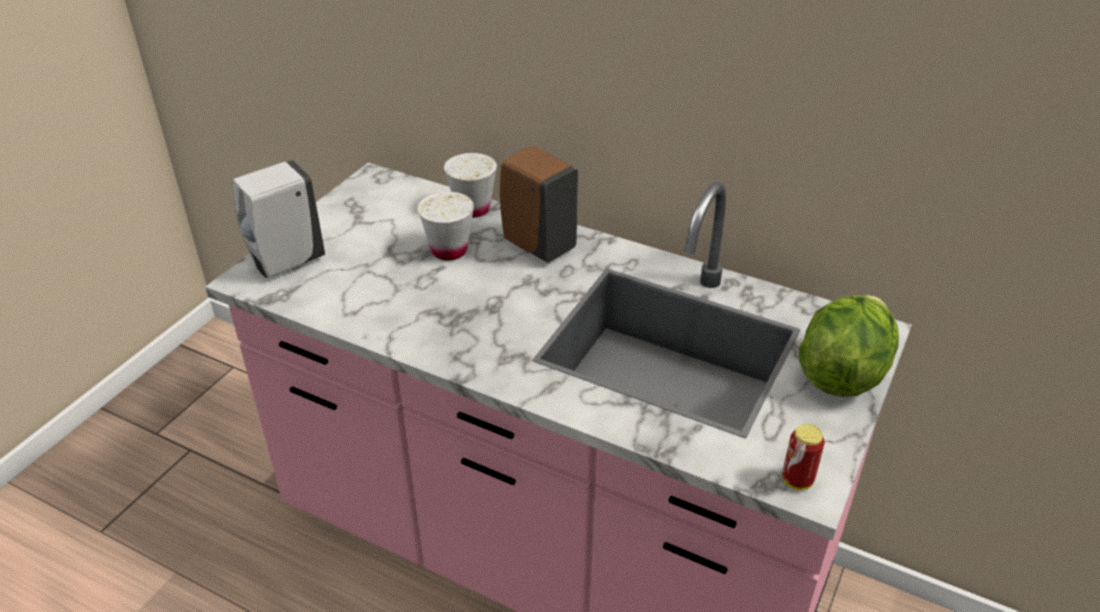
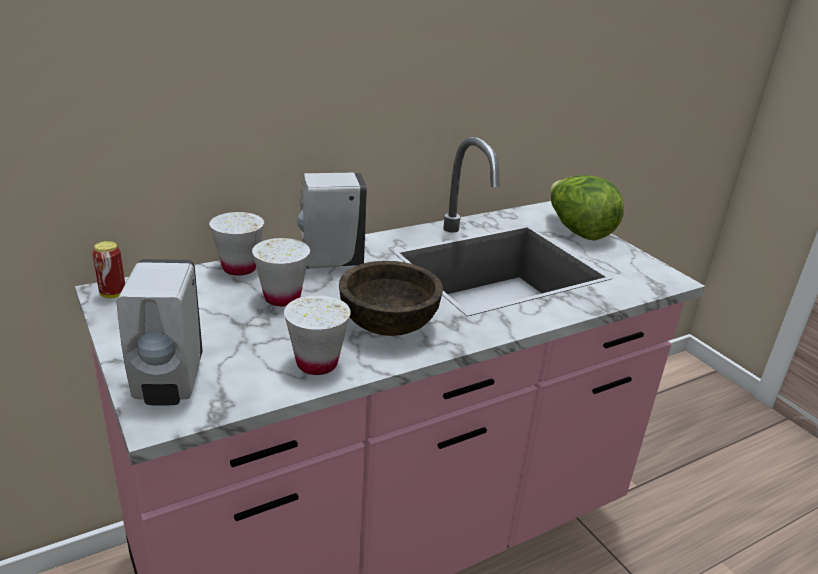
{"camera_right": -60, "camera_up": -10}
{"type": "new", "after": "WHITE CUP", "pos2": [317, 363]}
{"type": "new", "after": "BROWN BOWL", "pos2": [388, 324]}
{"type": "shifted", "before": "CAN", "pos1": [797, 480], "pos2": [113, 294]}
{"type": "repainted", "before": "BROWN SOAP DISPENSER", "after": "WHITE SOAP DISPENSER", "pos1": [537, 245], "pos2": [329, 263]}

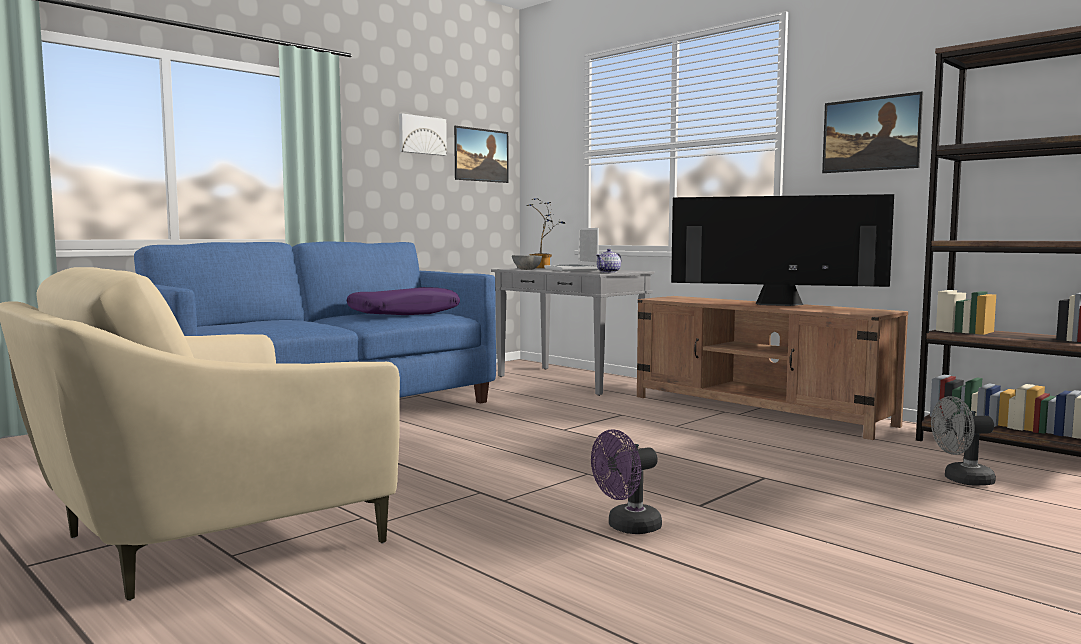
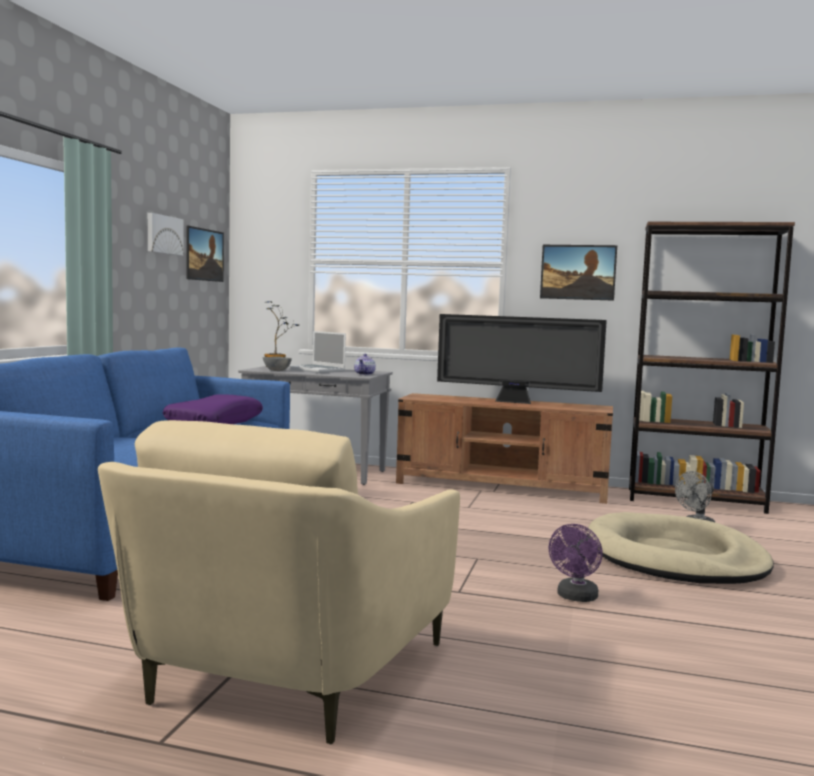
{"camera_right": -30, "camera_up": 0}
{"type": "new", "after": "BEIGE DOG BED", "pos2": [674, 557]}
{"type": "rotated", "before": "TELEVISION", "pos1": [775, 304], "pos2": [516, 402], "turn": -150}

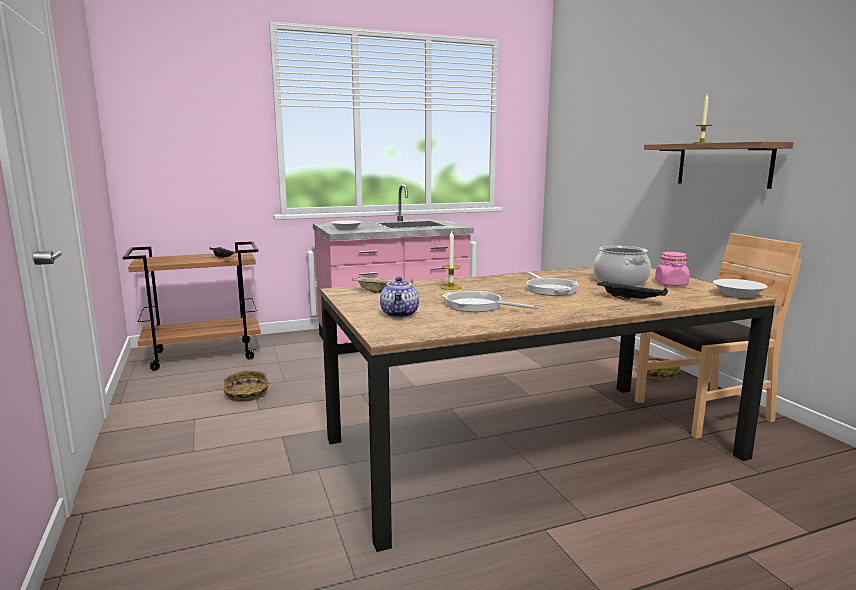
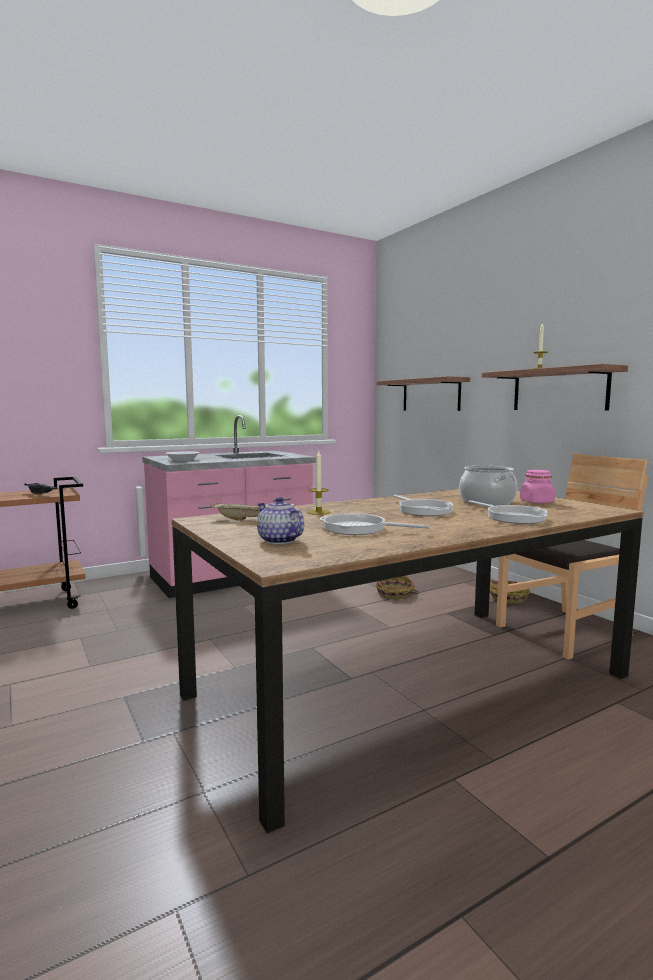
{"camera_right": -10, "camera_up": -5}
{"type": "gone", "before": "WHITE BOWL", "pos1": [738, 294]}
{"type": "new", "after": "SHELF", "pos2": [430, 395]}
{"type": "shifted", "before": "BASKET", "pos1": [247, 394], "pos2": [395, 594]}
{"type": "swapped", "before": "BLACK TRAY", "after": "FRYING PAN", "pos1": [632, 300], "pos2": [513, 517]}
{"type": "rotated", "before": "TEAPOT", "pos1": [400, 314], "pos2": [278, 541], "turn": 150}

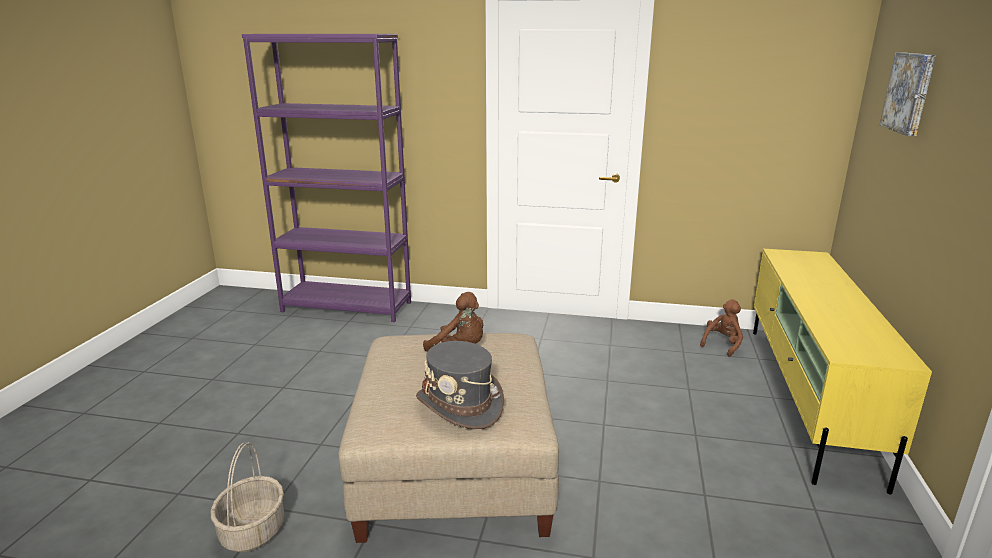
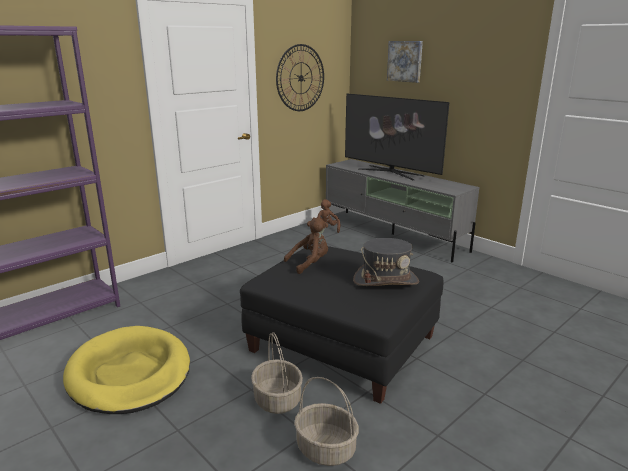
{"camera_right": -55, "camera_up": 0}
{"type": "new", "after": "YELLOW DOG BED", "pos2": [129, 373]}
{"type": "new", "after": "BASKET", "pos2": [278, 400]}
{"type": "new", "after": "WALL CLOCK", "pos2": [300, 78]}
{"type": "new", "after": "TELEVISION", "pos2": [390, 172]}
{"type": "repainted", "before": "BEIGE OTTOMAN", "after": "BLACK OTTOMAN", "pos1": [455, 467], "pos2": [343, 343]}
{"type": "repainted", "before": "YELLOW TV STAND", "after": "GREY TV STAND", "pos1": [807, 397], "pos2": [393, 234]}

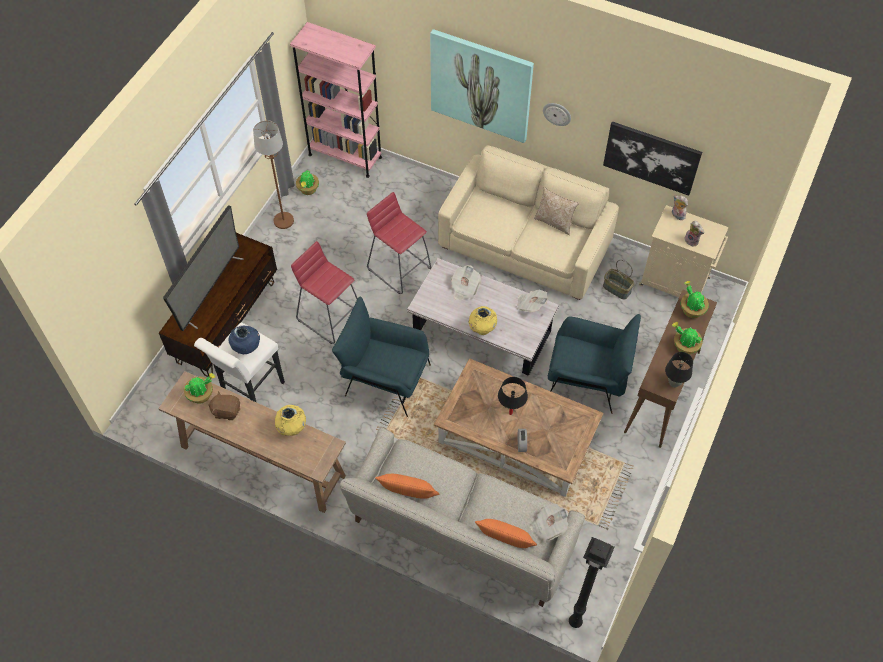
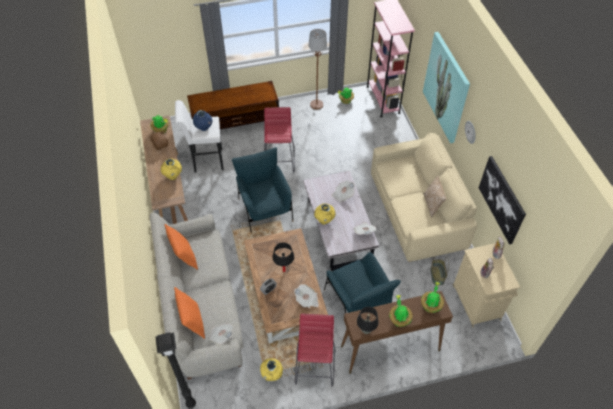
{"camera_right": 50, "camera_up": -5}
{"type": "gone", "before": "TELEVISION", "pos1": [210, 290]}
{"type": "new", "after": "YELLOW VASE", "pos2": [271, 374]}
{"type": "new", "after": "NEWSPAPER", "pos2": [307, 300]}
{"type": "shifted", "before": "RED STOOL", "pos1": [399, 268], "pos2": [315, 365]}

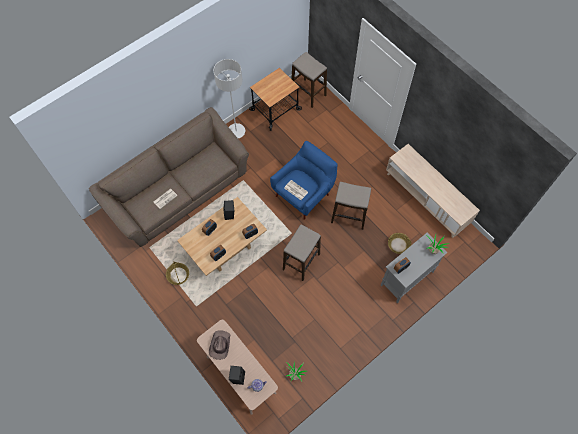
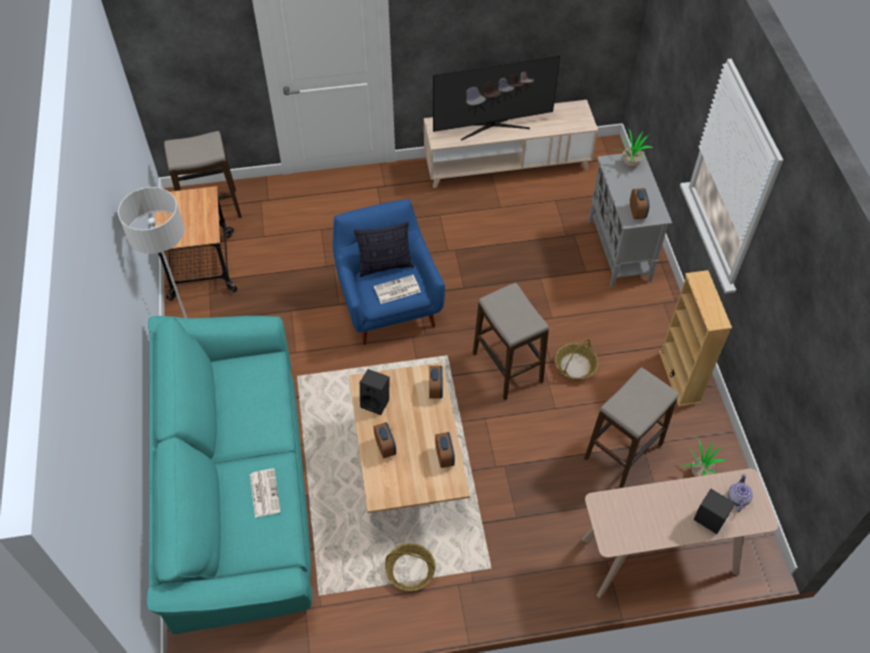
{"camera_right": -60, "camera_up": -10}
{"type": "gone", "before": "BROWN HAT", "pos1": [220, 345]}
{"type": "new", "after": "PILLOW", "pos2": [385, 266]}
{"type": "new", "after": "TELEVISION", "pos2": [492, 126]}
{"type": "new", "after": "BEIGE BOOKCASE", "pos2": [679, 377]}
{"type": "shifted", "before": "STOOL", "pos1": [349, 216], "pos2": [623, 452]}
{"type": "shifted", "before": "BASKET", "pos1": [398, 245], "pos2": [575, 366]}
{"type": "repainted", "before": "BROWN SOFA", "after": "TURQUOISE SOFA", "pos1": [178, 190], "pos2": [237, 488]}

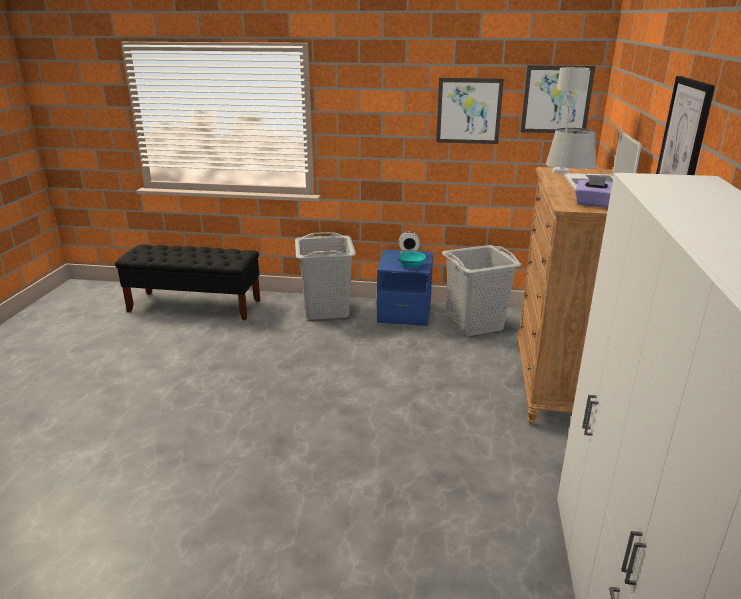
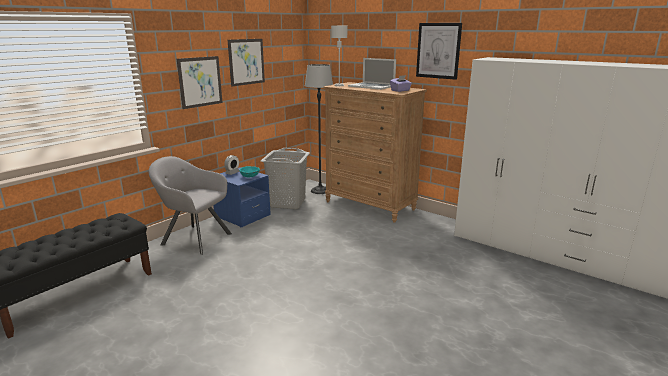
{"camera_right": -60, "camera_up": -5}
{"type": "shifted", "before": "PICTURE", "pos1": [556, 99], "pos2": [200, 82]}
{"type": "swapped", "before": "GREY LAUNDRY BASKET", "after": "GREY ARMCHAIR", "pos1": [327, 310], "pos2": [194, 238]}

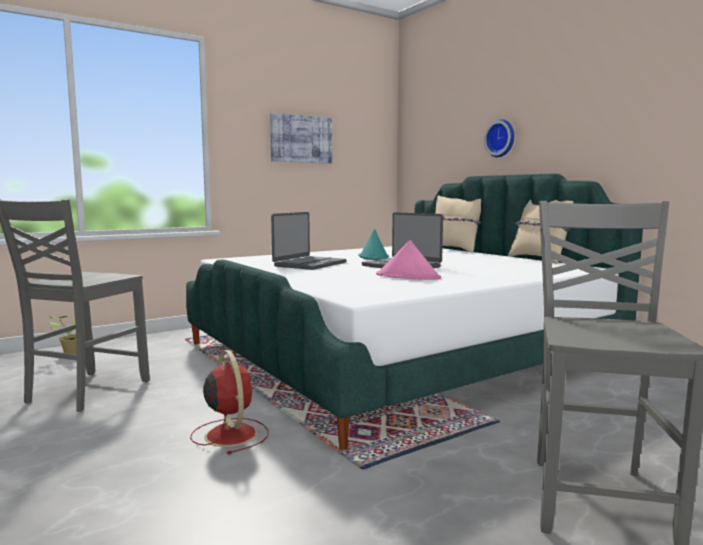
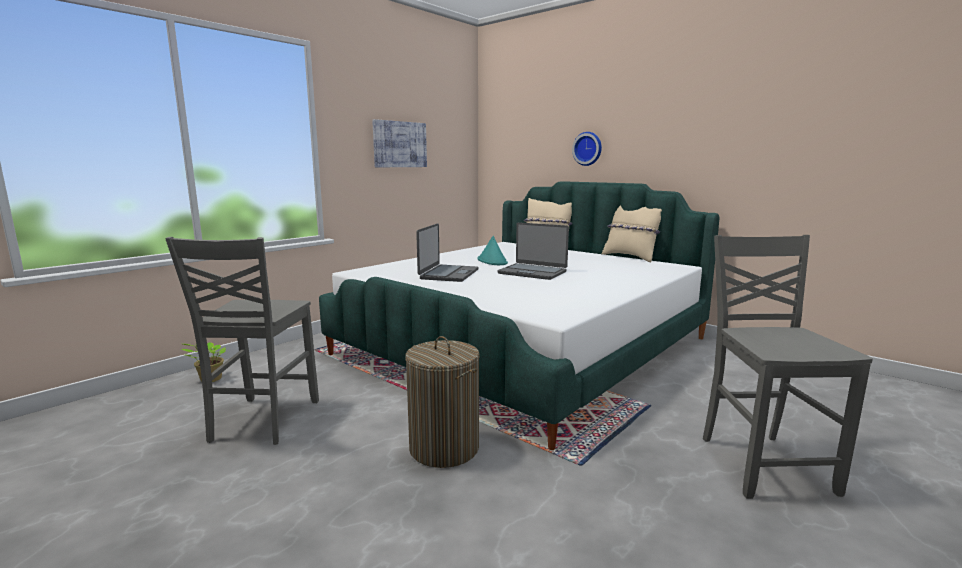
{"camera_right": -15, "camera_up": 5}
{"type": "gone", "before": "PINK HAT", "pos1": [408, 277]}
{"type": "swapped", "before": "RED FAN", "after": "LAUNDRY BASKET", "pos1": [230, 434], "pos2": [444, 448]}

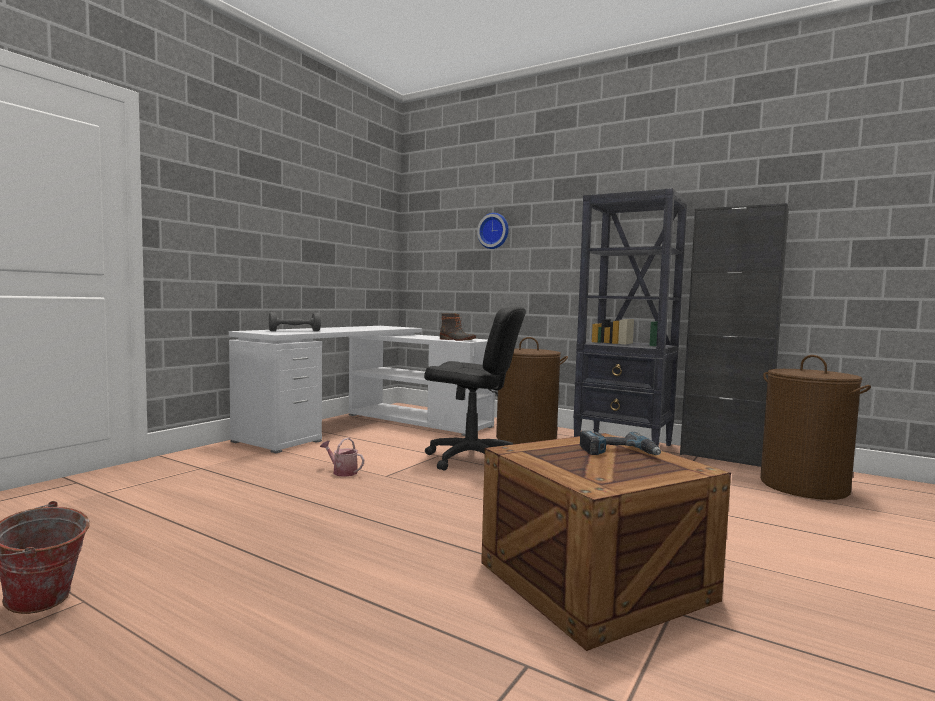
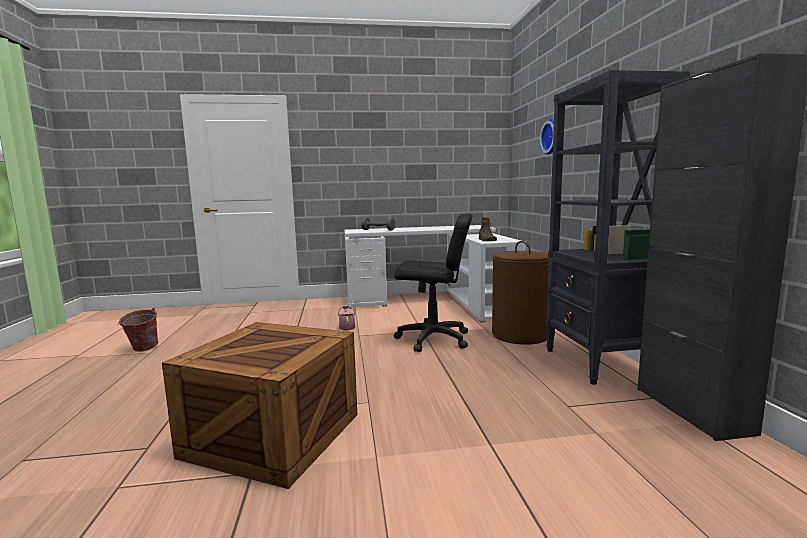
{"camera_right": 50, "camera_up": 5}
{"type": "gone", "before": "POWER DRILL", "pos1": [619, 452]}
{"type": "gone", "before": "BROWN LAUNDRY BASKET", "pos1": [804, 486]}
{"type": "rotated", "before": "BLACK OFFICE CHAIR", "pos1": [471, 459], "pos2": [433, 339], "turn": -60}

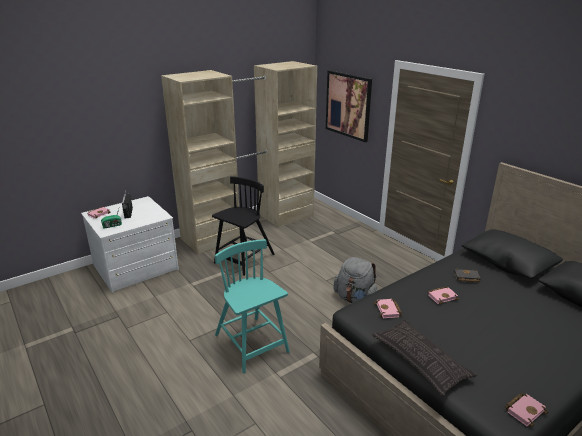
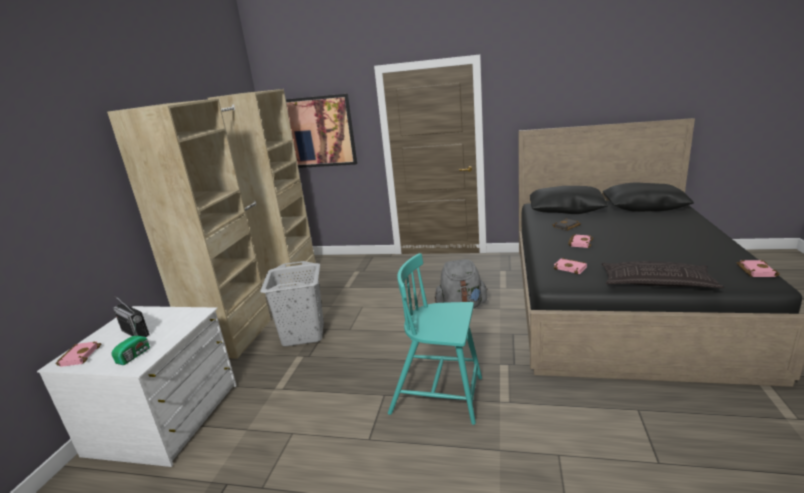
{"camera_right": -40, "camera_up": -5}
{"type": "swapped", "before": "BLACK CHAIR", "after": "GREY LAUNDRY BASKET", "pos1": [244, 259], "pos2": [304, 334]}

